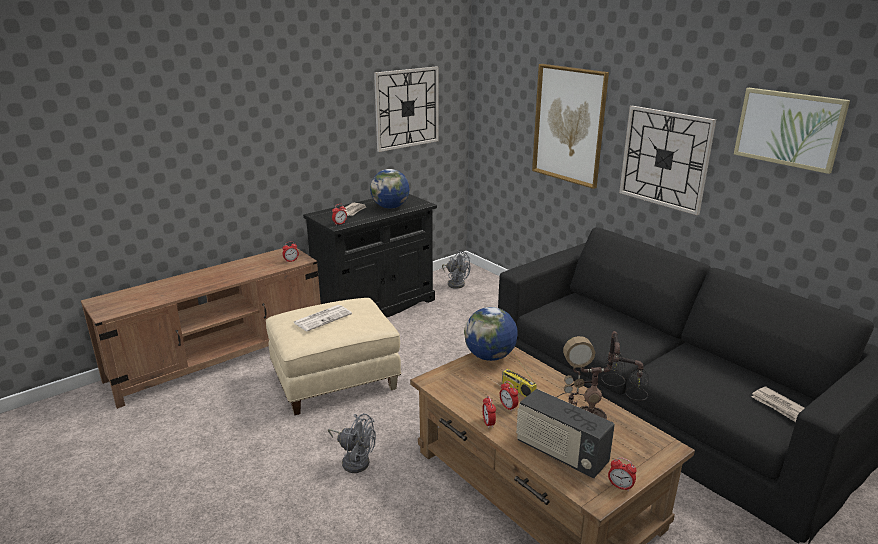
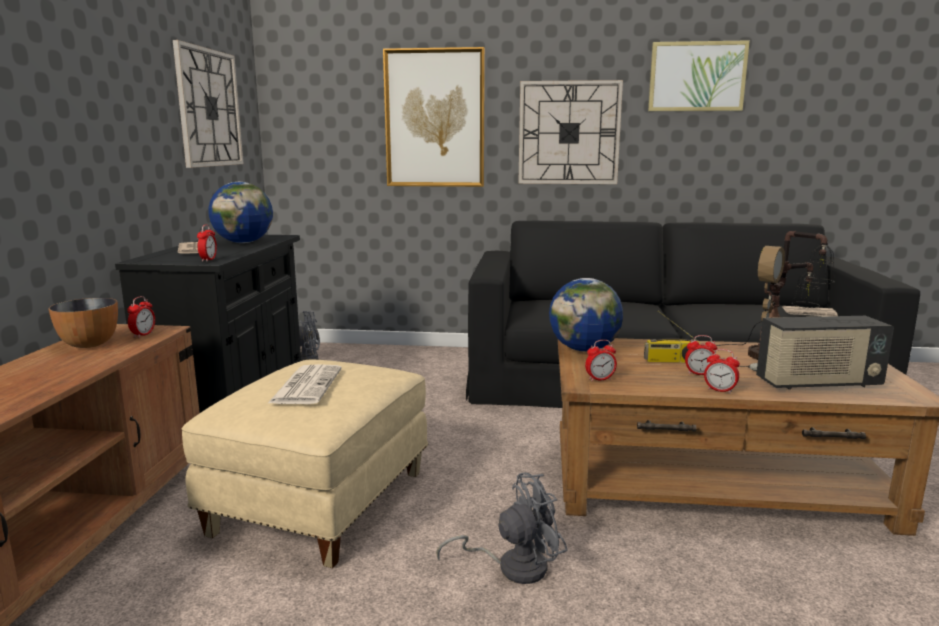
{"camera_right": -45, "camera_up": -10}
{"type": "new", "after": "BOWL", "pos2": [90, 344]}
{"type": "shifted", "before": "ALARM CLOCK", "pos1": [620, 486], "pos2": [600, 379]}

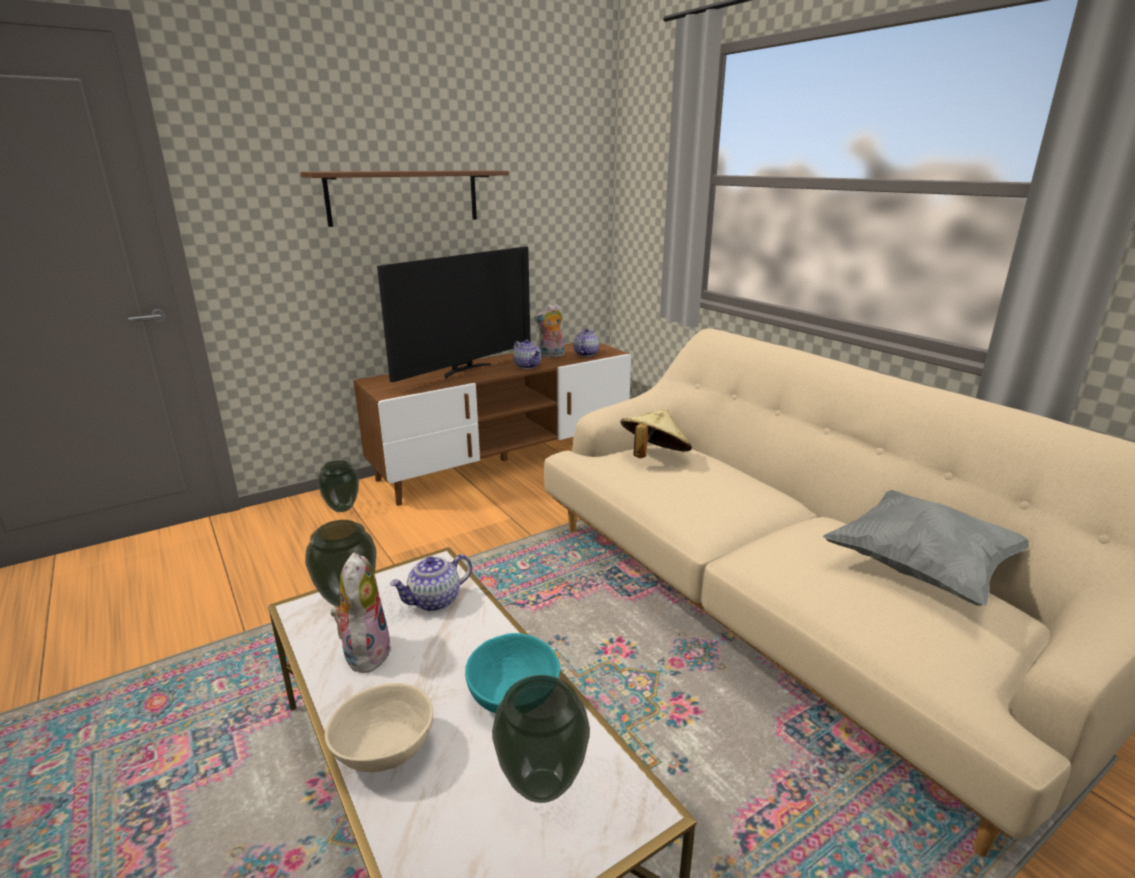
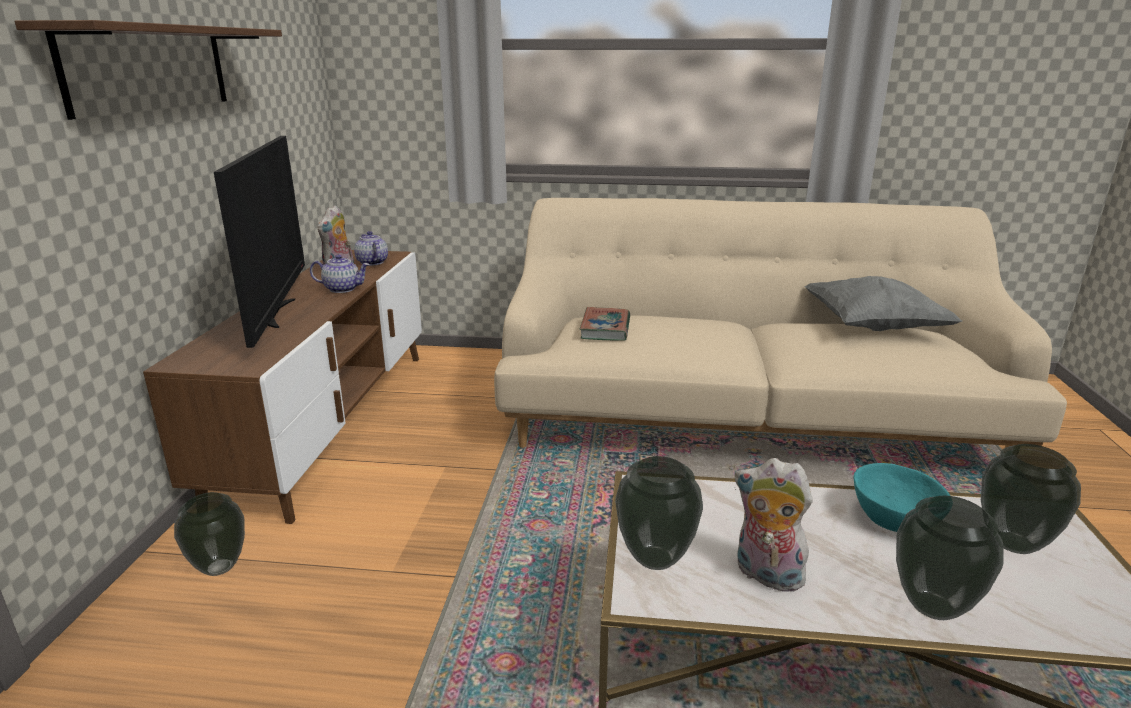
{"camera_right": -50, "camera_up": 0}
{"type": "gone", "before": "TEAPOT", "pos1": [434, 601]}
{"type": "swapped", "before": "BEIGE BOWL", "after": "VASE", "pos1": [387, 750], "pos2": [933, 606]}
{"type": "swapped", "before": "BEIGE HAT", "after": "BOOK", "pos1": [653, 457], "pos2": [605, 328]}

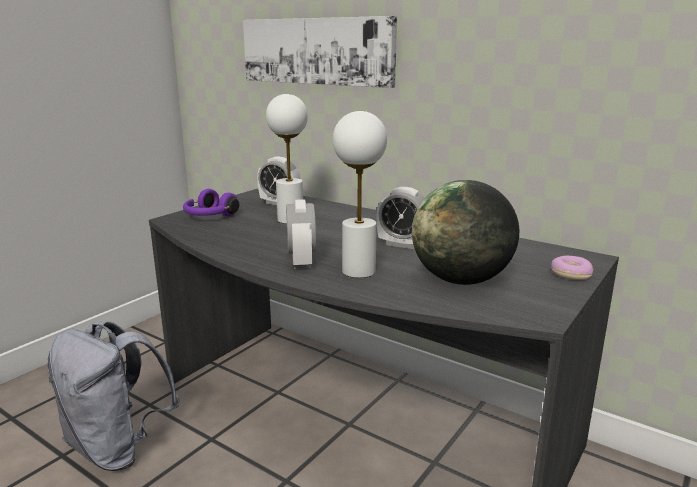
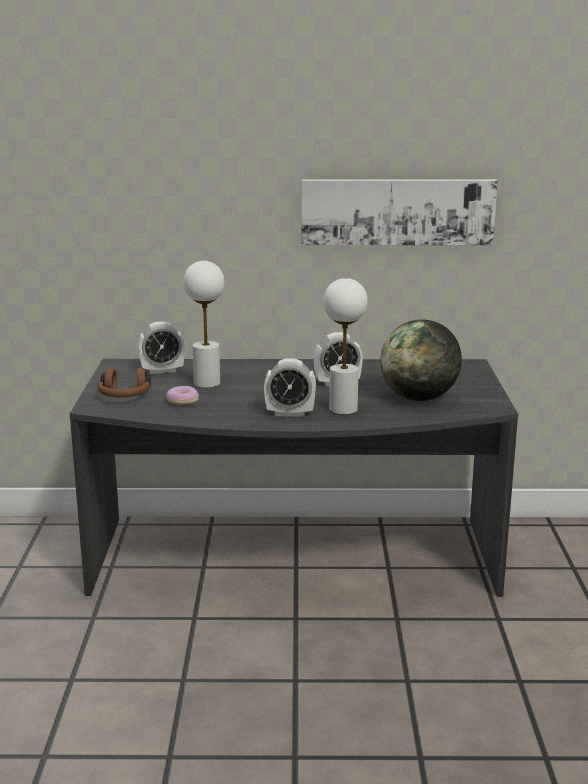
{"camera_right": -35, "camera_up": 0}
{"type": "gone", "before": "GREY BACKPACK", "pos1": [118, 448]}
{"type": "shifted", "before": "PICTURE", "pos1": [316, 51], "pos2": [397, 211]}
{"type": "shifted", "before": "DONUT", "pos1": [570, 274], "pos2": [182, 401]}
{"type": "repainted", "before": "PURPLE HEADPHONES", "after": "BROWN HEADPHONES", "pos1": [209, 216], "pos2": [125, 397]}
{"type": "rotated", "before": "ALARM CLOCK", "pos1": [301, 262], "pos2": [290, 413], "turn": 135}

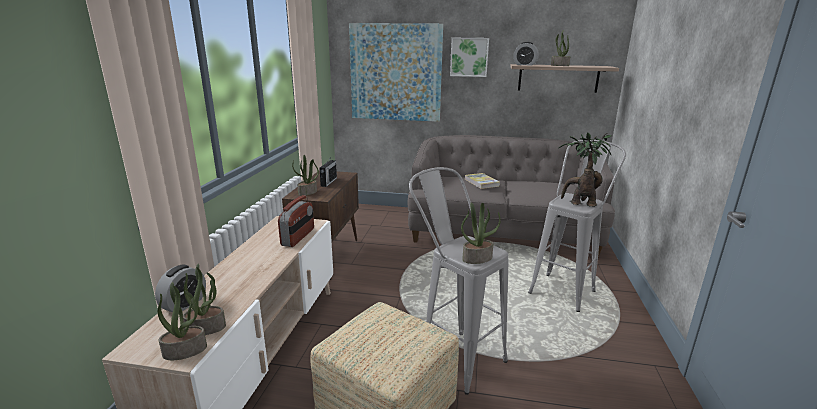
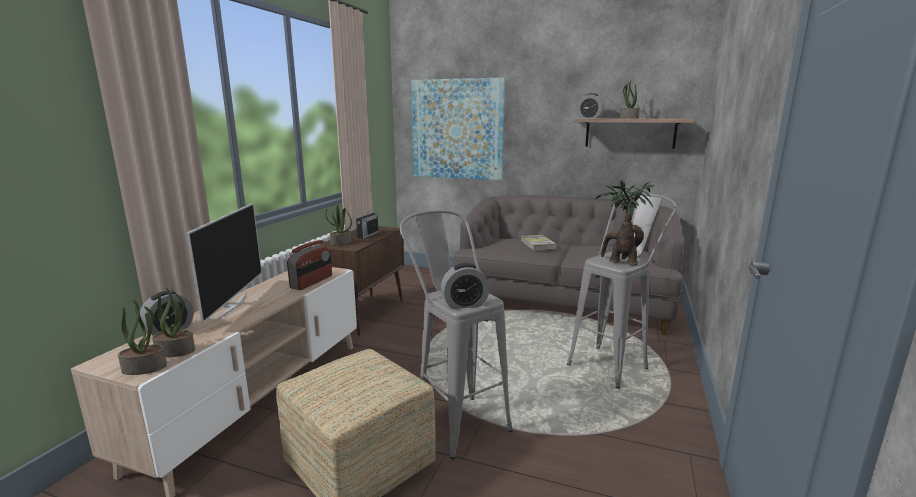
{"camera_right": 10, "camera_up": -5}
{"type": "gone", "before": "PICTURE", "pos1": [469, 57]}
{"type": "new", "after": "TELEVISION", "pos2": [231, 305]}
{"type": "swapped", "before": "POTTED PLANT", "after": "ALARM CLOCK", "pos1": [477, 258], "pos2": [464, 304]}

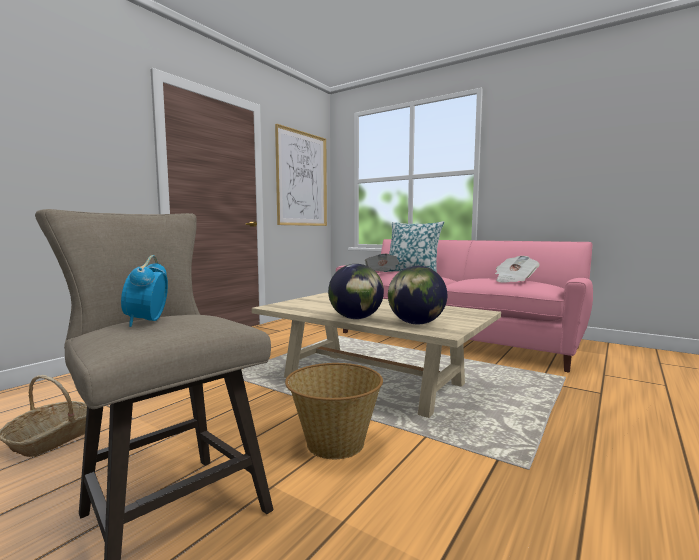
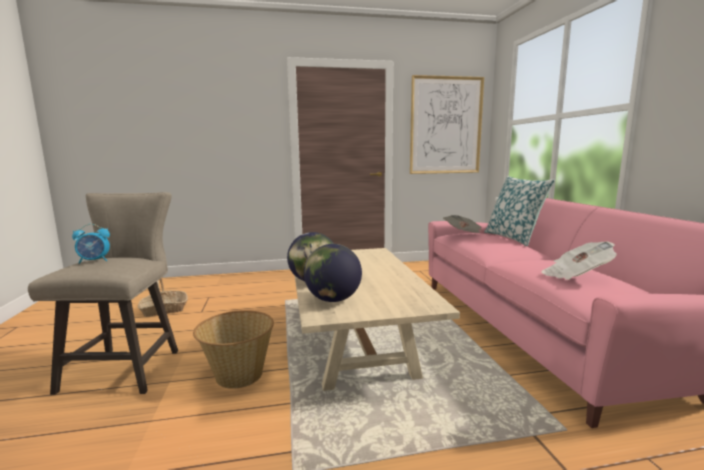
{"camera_right": 45, "camera_up": 5}
{"type": "rotated", "before": "ALARM CLOCK", "pos1": [147, 322], "pos2": [94, 261], "turn": -150}

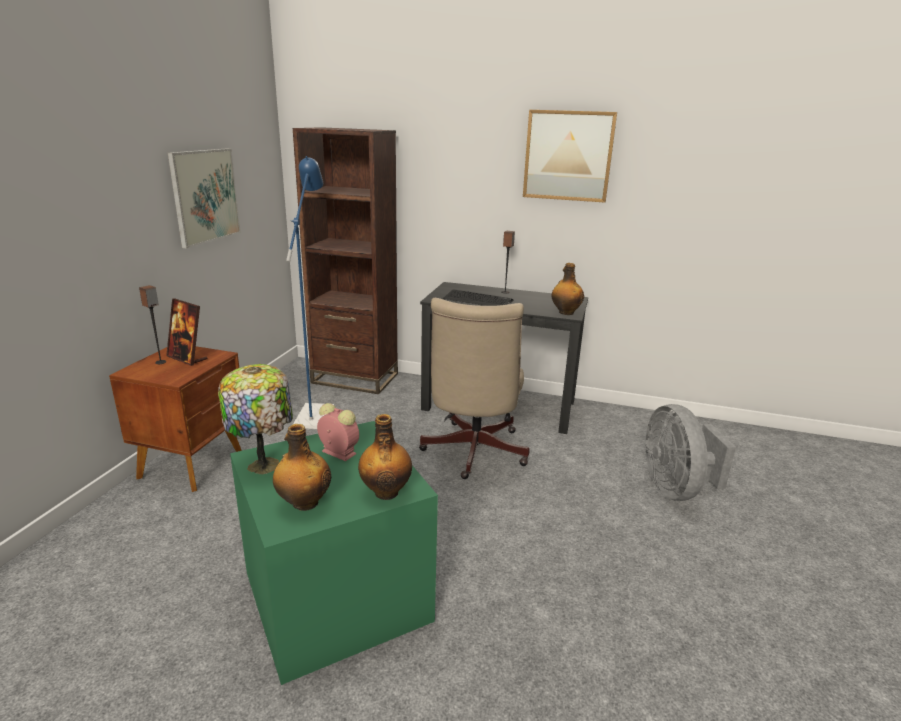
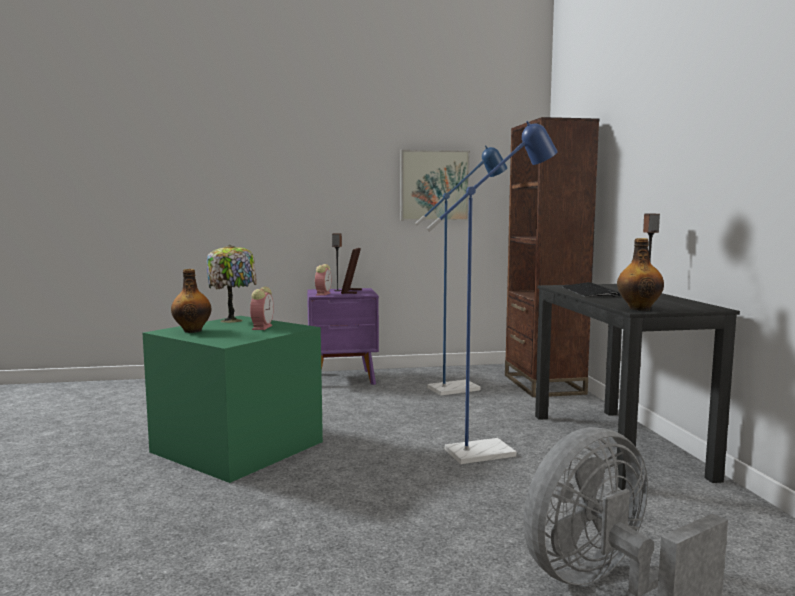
{"camera_right": 65, "camera_up": -15}
{"type": "gone", "before": "BOTTLE", "pos1": [386, 491]}
{"type": "gone", "before": "PICTURE", "pos1": [568, 156]}
{"type": "new", "after": "ALARM CLOCK", "pos2": [323, 294]}
{"type": "swapped", "before": "BEIGE OFFICE CHAIR", "after": "BLUE FLOOR LAMP", "pos1": [472, 453], "pos2": [491, 451]}
{"type": "repainted", "before": "BROWN NIGHTSTAND", "after": "PURPLE NIGHTSTAND", "pos1": [193, 464], "pos2": [343, 379]}

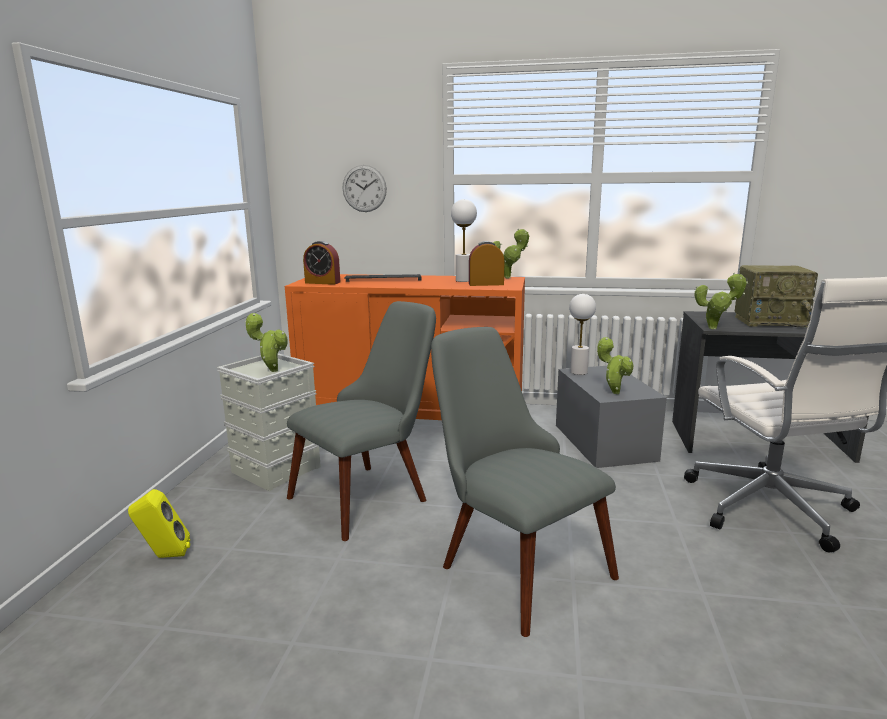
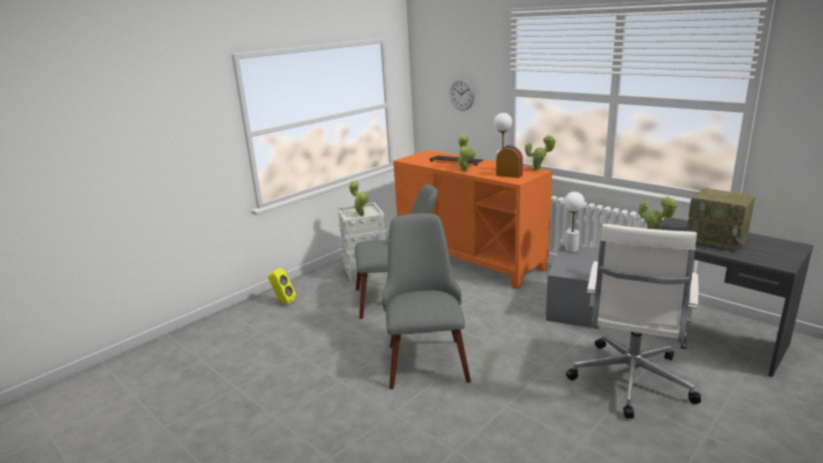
{"camera_right": 35, "camera_up": 5}
{"type": "gone", "before": "ALARM CLOCK", "pos1": [322, 282]}
{"type": "shifted", "before": "POTTED PLANT", "pos1": [613, 392], "pos2": [465, 170]}

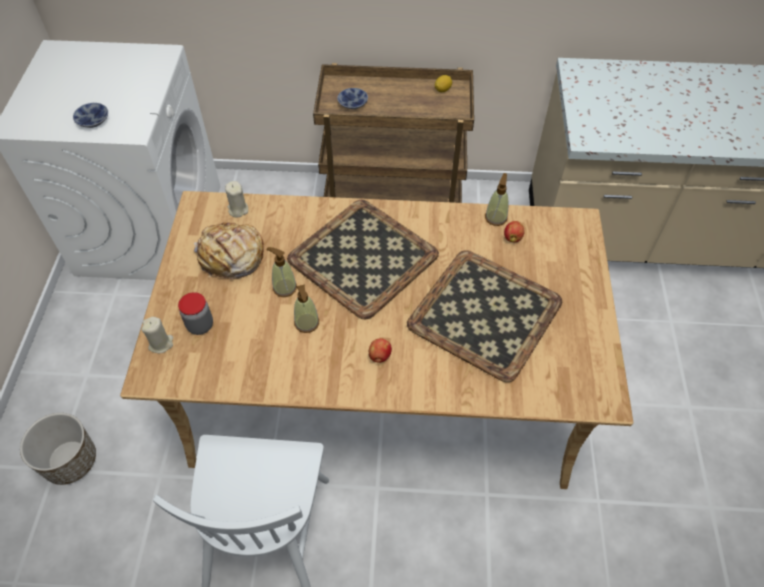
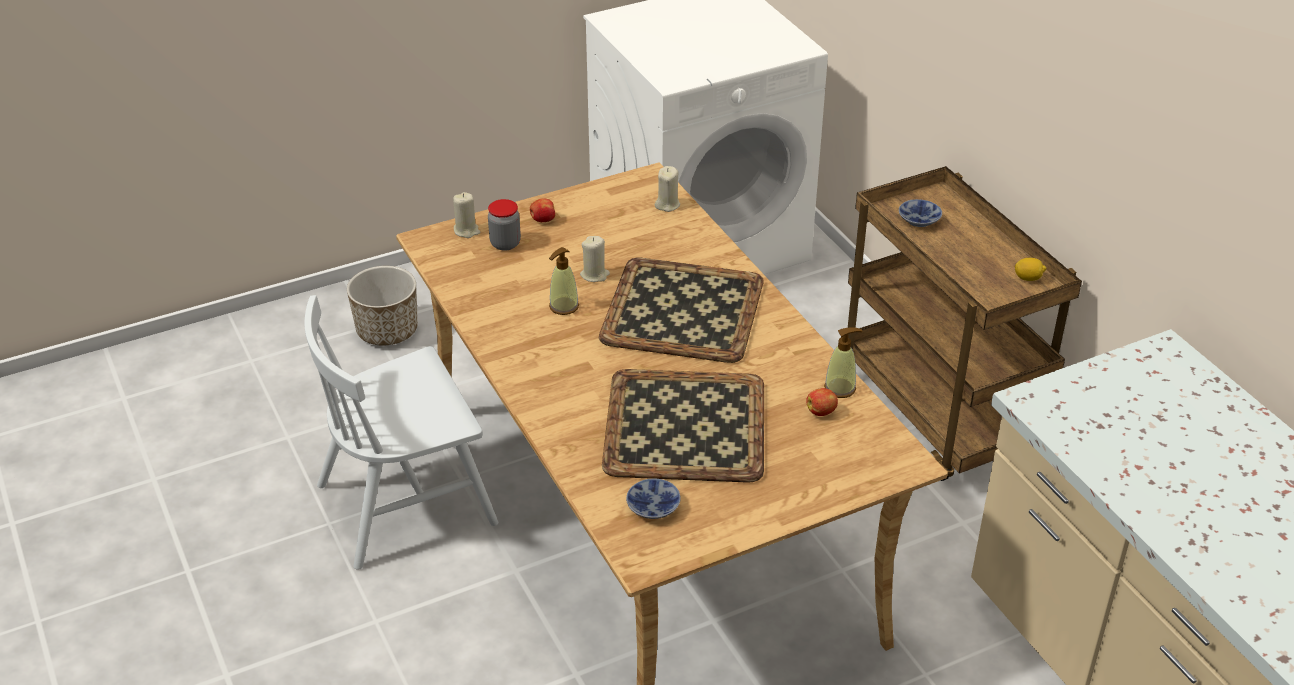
{"camera_right": 60, "camera_up": -15}
{"type": "gone", "before": "BREAD", "pos1": [231, 257]}
{"type": "shifted", "before": "BOWL", "pos1": [92, 120], "pos2": [653, 505]}
{"type": "shifted", "before": "APPLE", "pos1": [379, 356], "pos2": [542, 220]}
{"type": "swapped", "before": "SOAP DISPENSER", "after": "BEIGE CANDLE", "pos1": [284, 287], "pos2": [595, 275]}

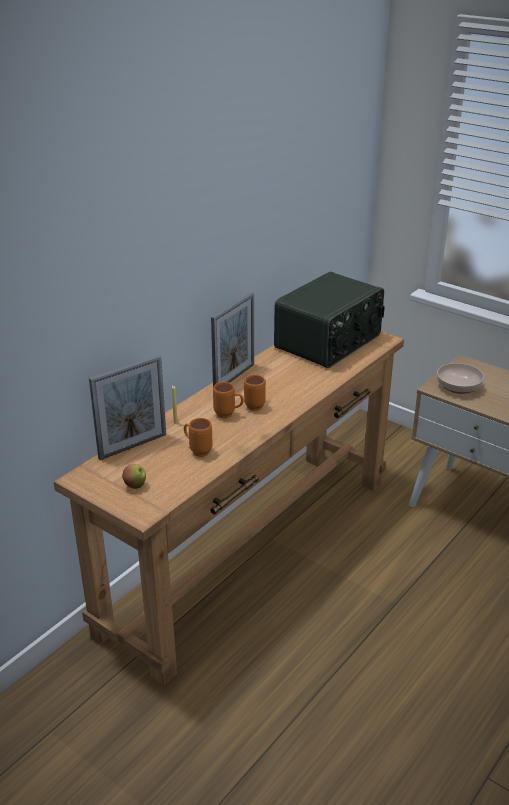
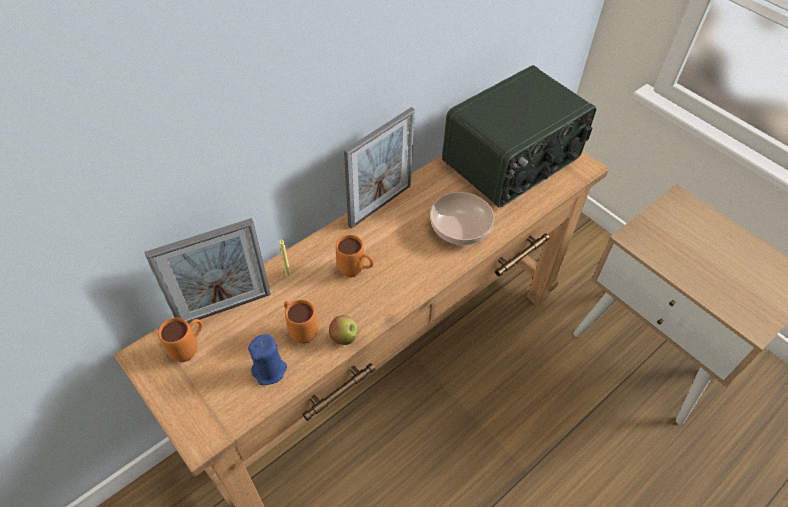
{"camera_right": 10, "camera_up": 20}
{"type": "new", "after": "BLUE CANDLE", "pos2": [269, 370]}
{"type": "shifted", "before": "APPLE", "pos1": [135, 486], "pos2": [344, 337]}
{"type": "shifted", "before": "ORANGE MUG", "pos1": [257, 405], "pos2": [190, 349]}
{"type": "shifted", "before": "BOWL", "pos1": [459, 387], "pos2": [460, 229]}

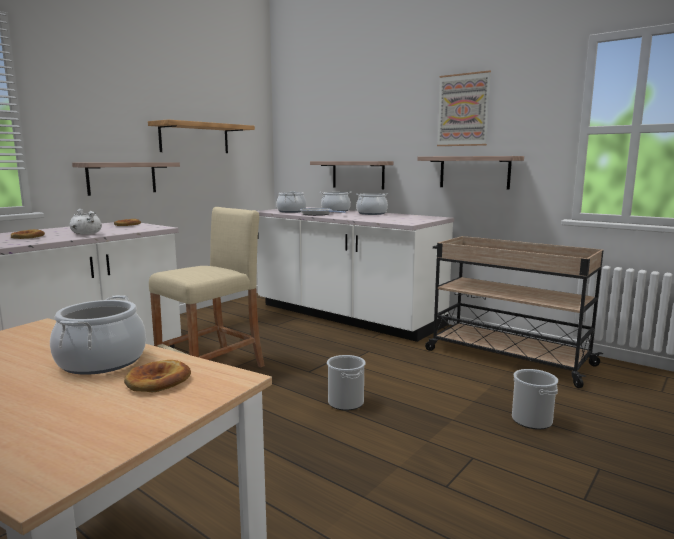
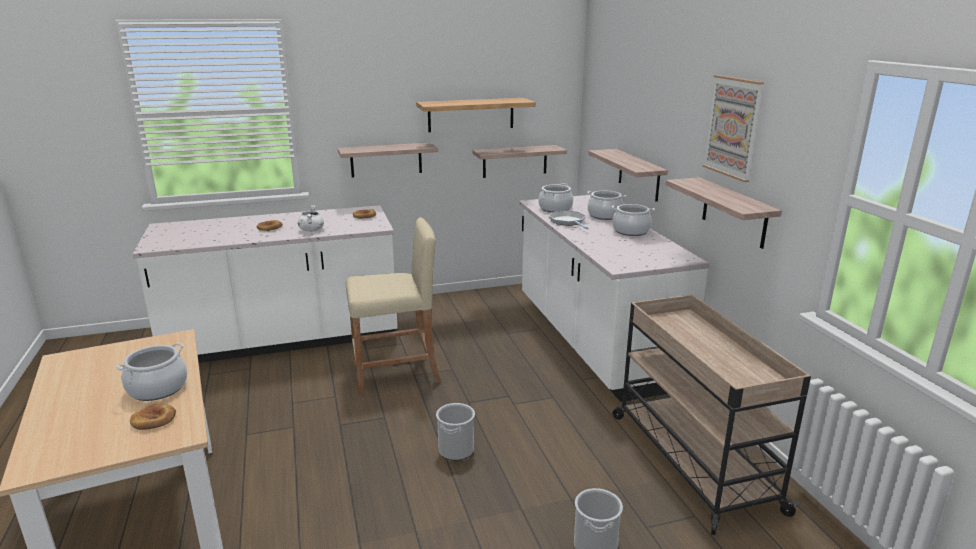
{"camera_right": 35, "camera_up": 10}
{"type": "new", "after": "SHELF", "pos2": [515, 161]}

